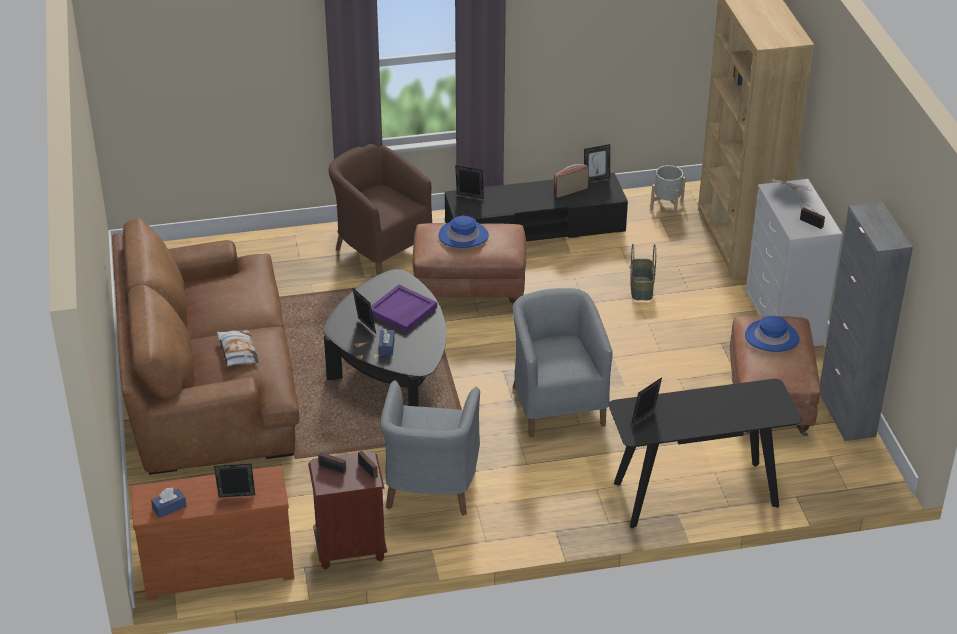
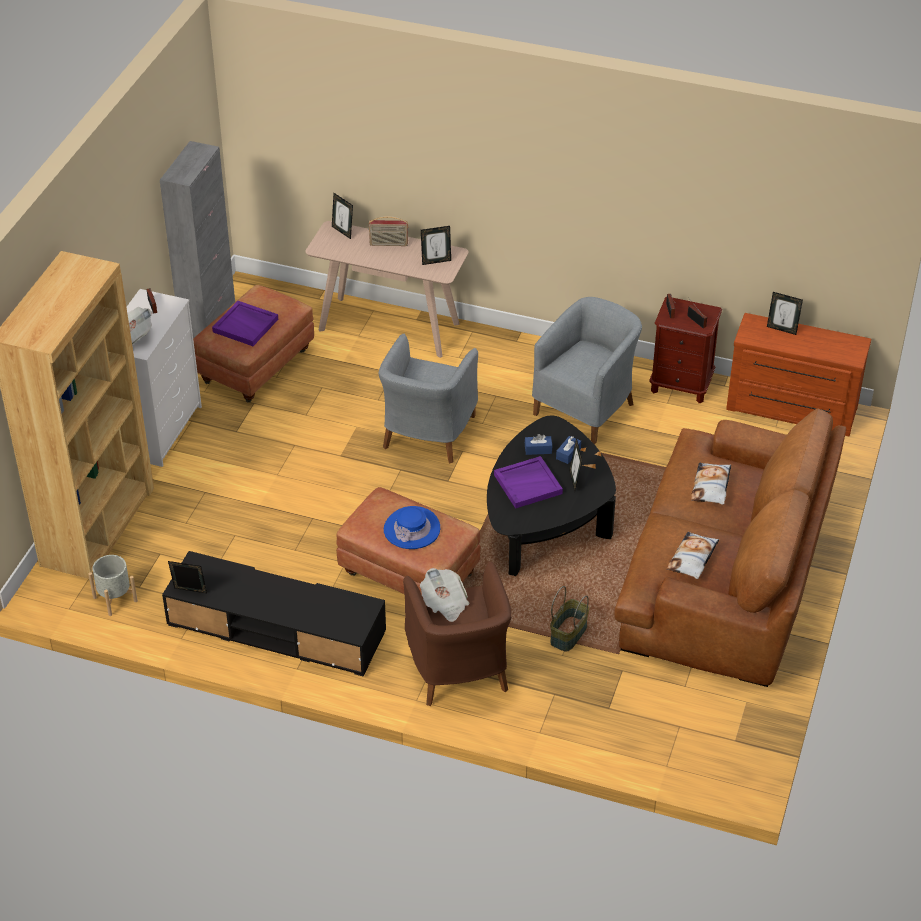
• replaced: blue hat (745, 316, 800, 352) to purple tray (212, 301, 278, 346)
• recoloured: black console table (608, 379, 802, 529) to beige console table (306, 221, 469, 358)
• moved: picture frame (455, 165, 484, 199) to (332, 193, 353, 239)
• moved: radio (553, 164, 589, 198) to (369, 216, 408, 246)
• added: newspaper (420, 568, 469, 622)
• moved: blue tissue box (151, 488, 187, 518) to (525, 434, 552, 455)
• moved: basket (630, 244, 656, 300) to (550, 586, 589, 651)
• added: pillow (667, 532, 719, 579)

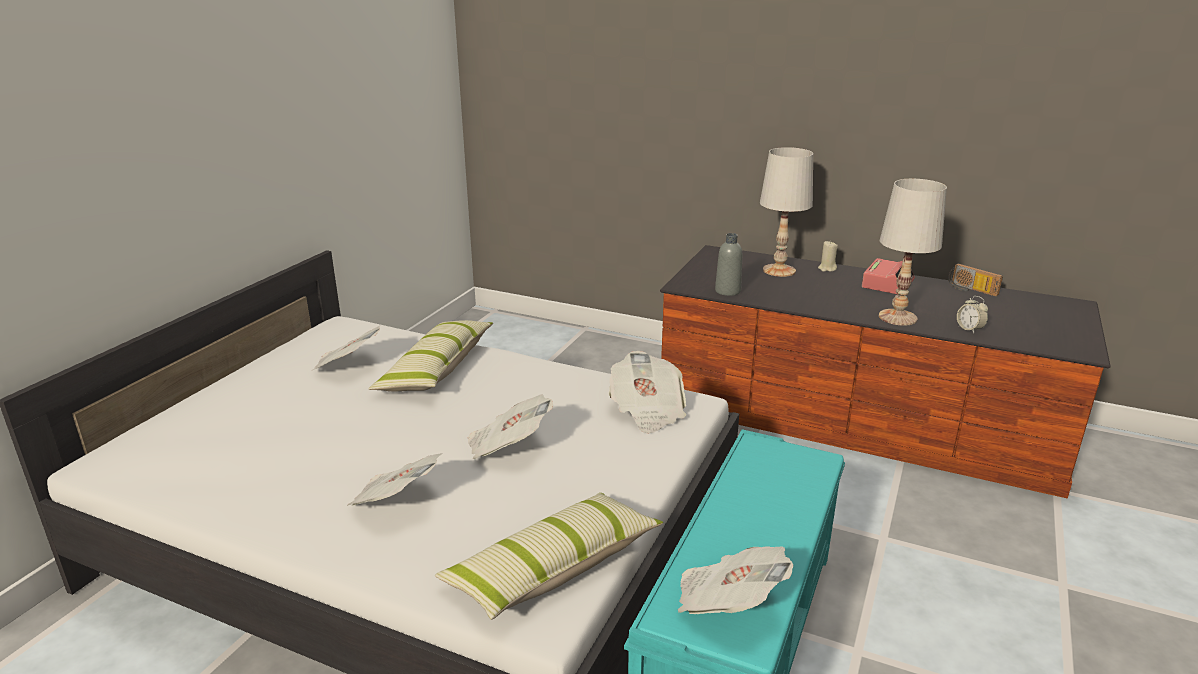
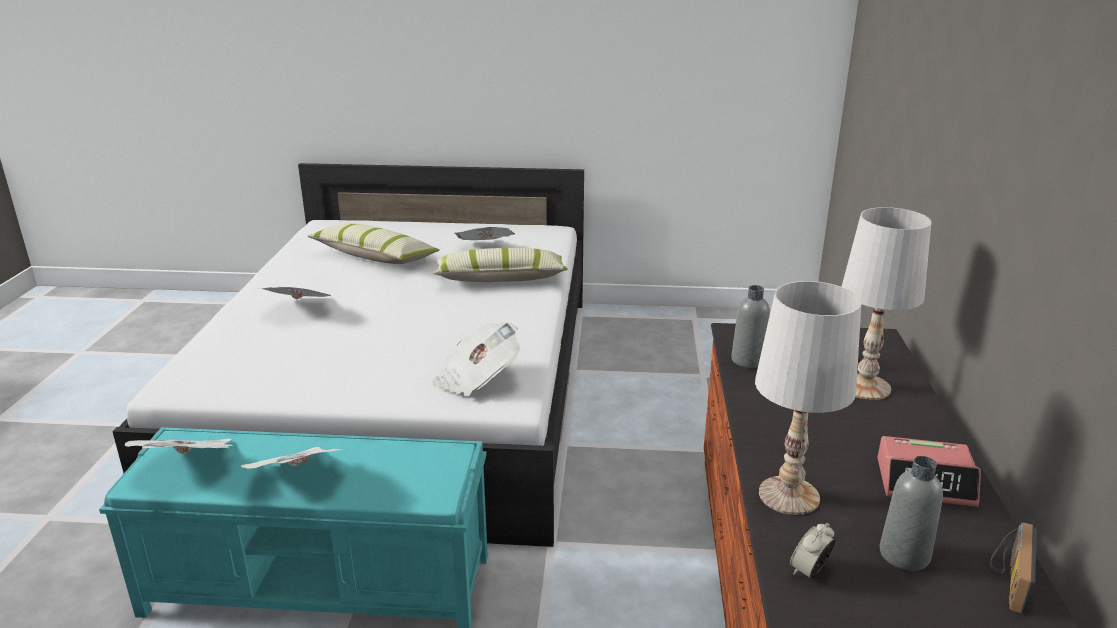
• moved: newspaper (468, 394, 553, 459) to (241, 447, 342, 469)
• moved: pillow (435, 493, 663, 620) to (307, 224, 440, 264)
• added: grey bottle (880, 456, 943, 571)
• removed: beige candle (818, 241, 838, 272)

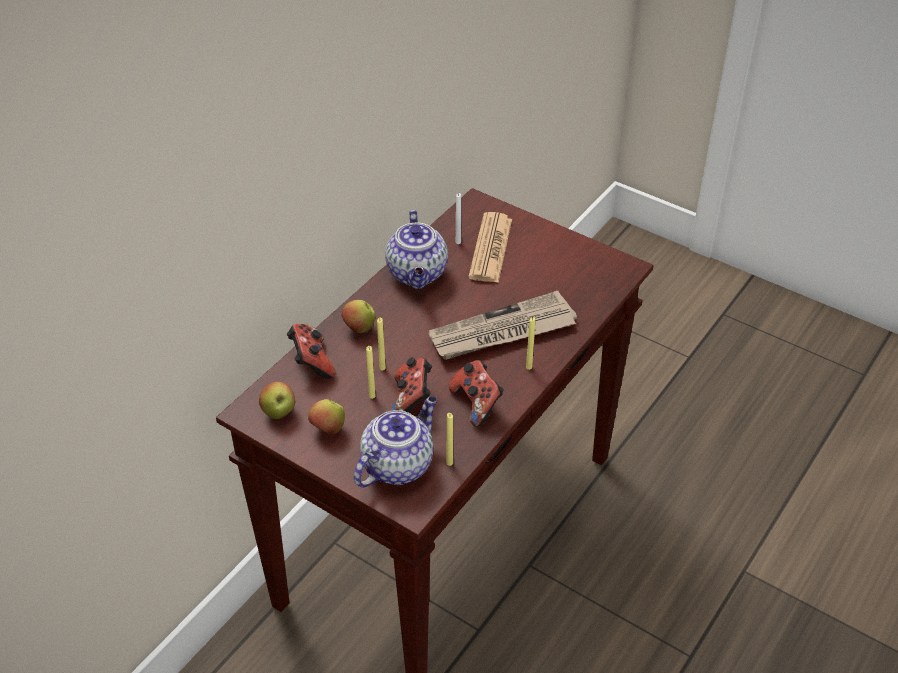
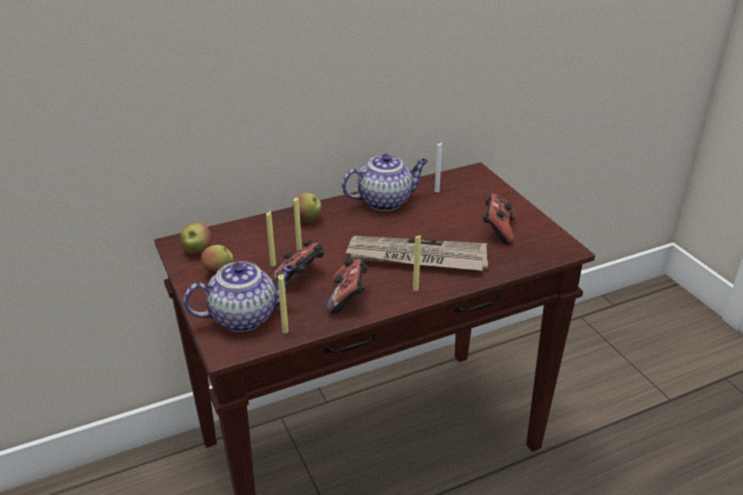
• turned: teapot (385, 210, 448, 289) = (342, 154, 428, 211) 135 degrees counterclockwise
• moved: game controller (287, 324, 335, 379) to (482, 194, 516, 245)
• removed: newspaper (468, 212, 512, 283)

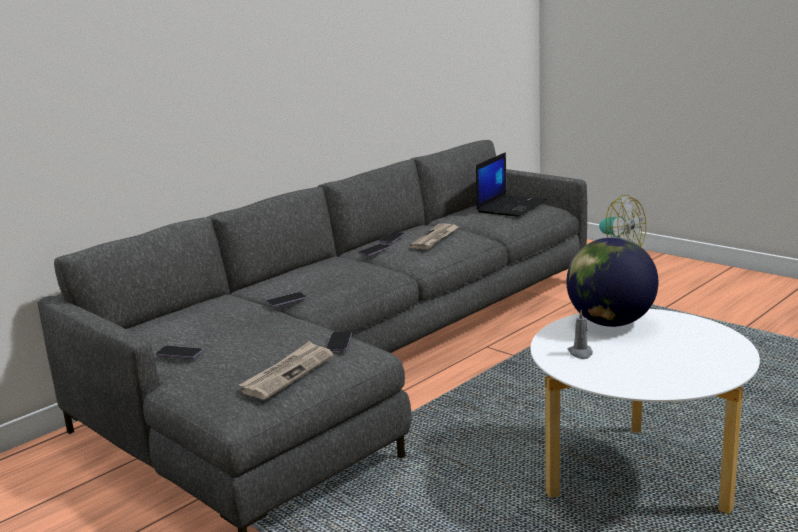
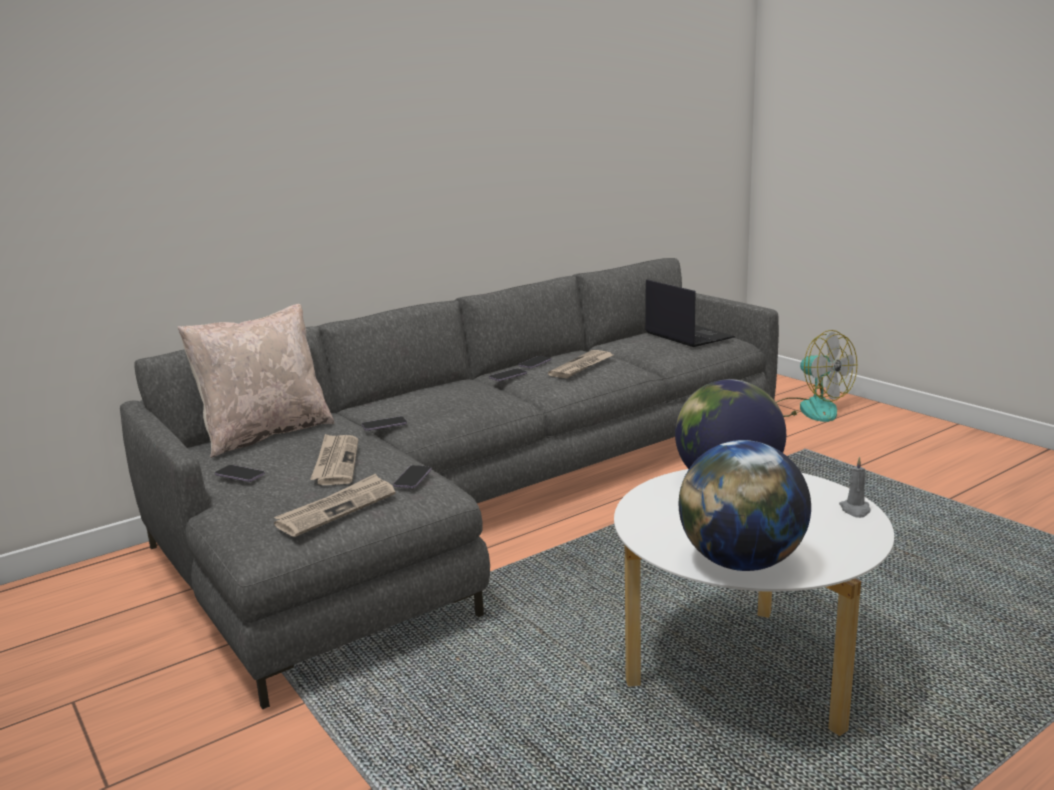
• added: beige pillow (178, 304, 335, 458)
• added: newspaper (310, 434, 358, 485)
• turned: laptop (476, 152, 547, 217) = (645, 279, 735, 347) 75 degrees counterclockwise
• added: globe (679, 440, 811, 571)
• moved: grey candle (568, 310, 593, 359) to (839, 457, 871, 518)

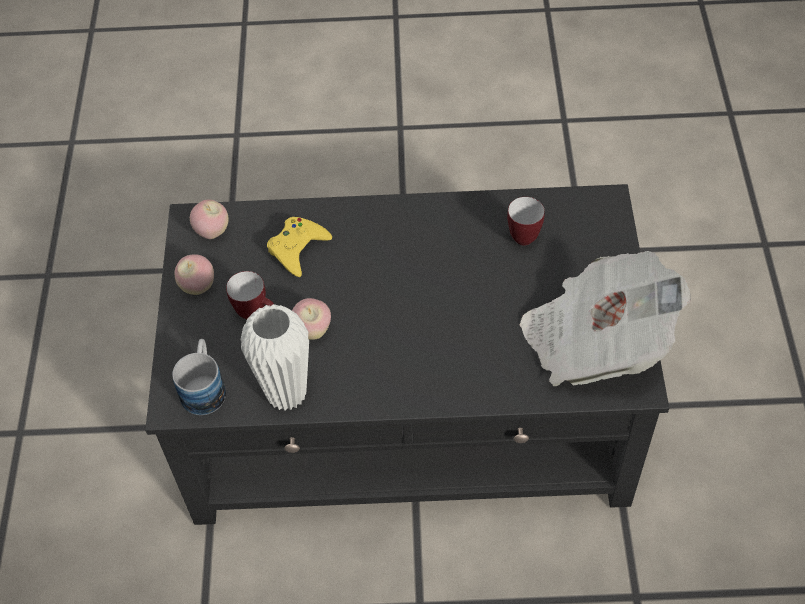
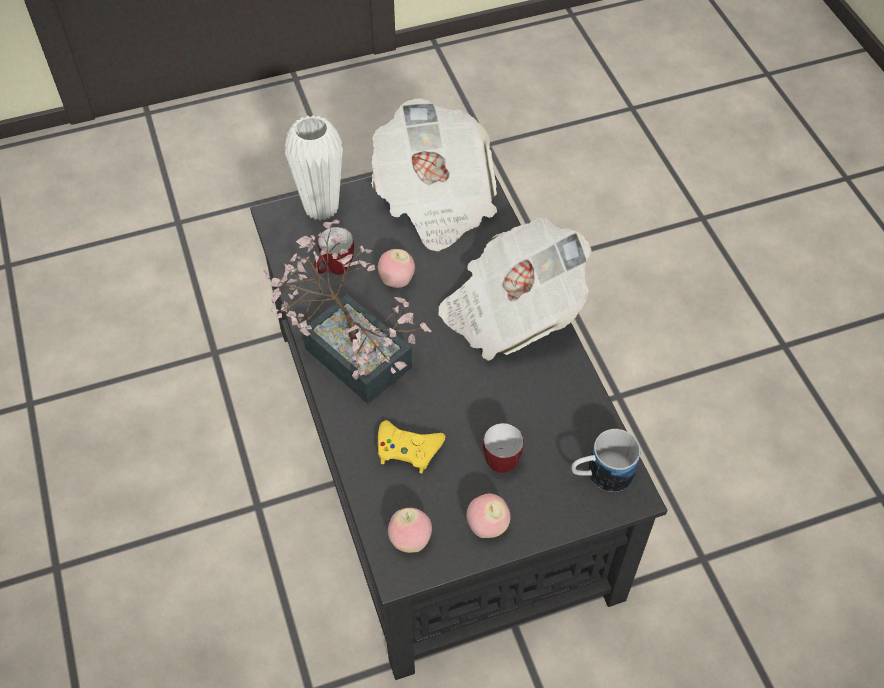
• added: potted plant (261, 220, 431, 404)
• moved: white vase (241, 304, 309, 411) to (284, 115, 343, 221)
• moved: apple (292, 298, 331, 340) to (378, 249, 415, 288)
• added: newspaper (439, 218, 592, 361)

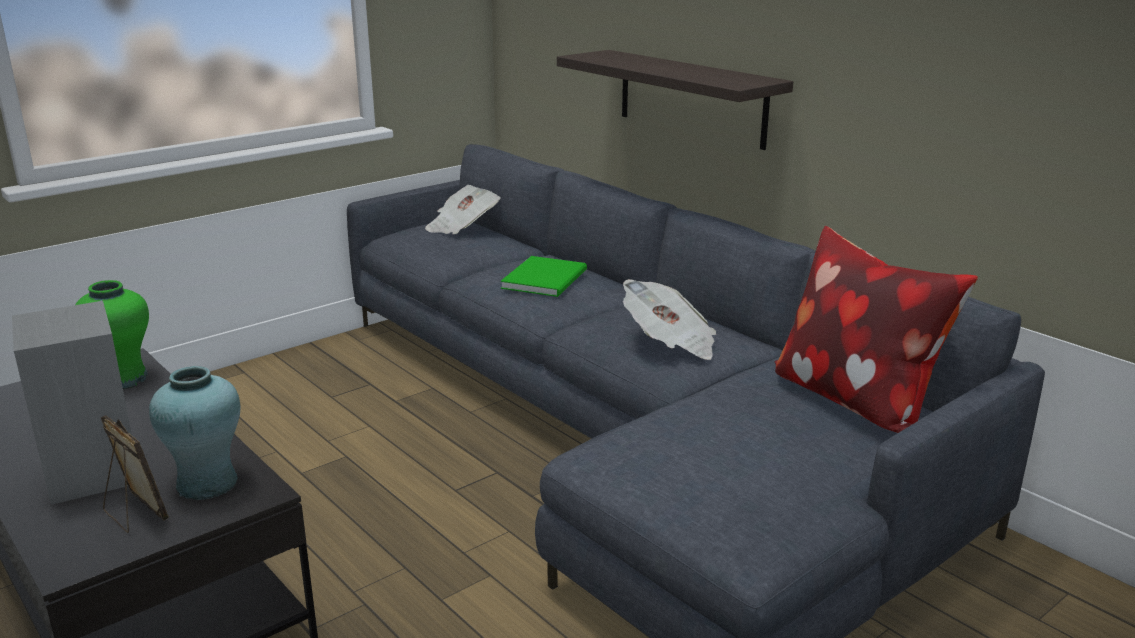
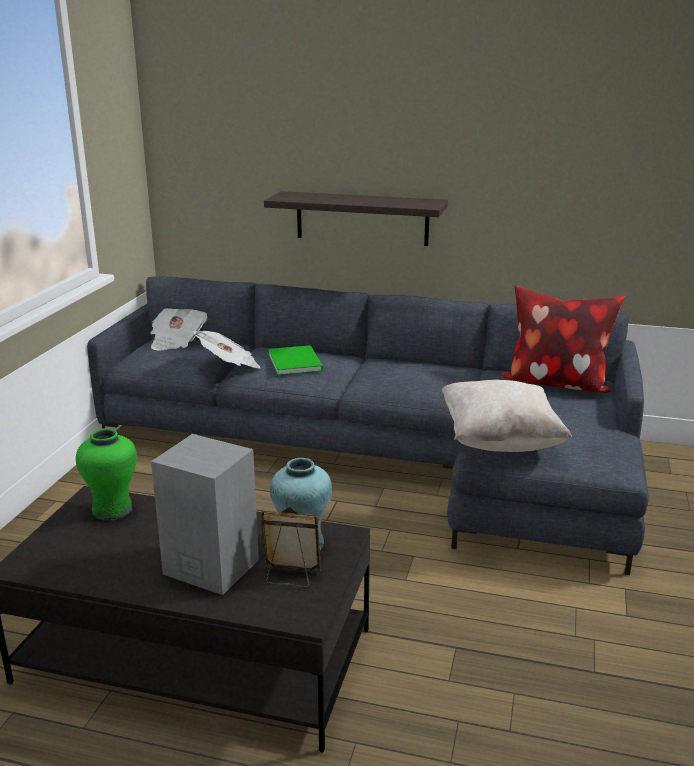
• moved: newspaper (623, 279, 716, 360) to (193, 331, 261, 368)
• added: beige pillow (442, 380, 572, 452)

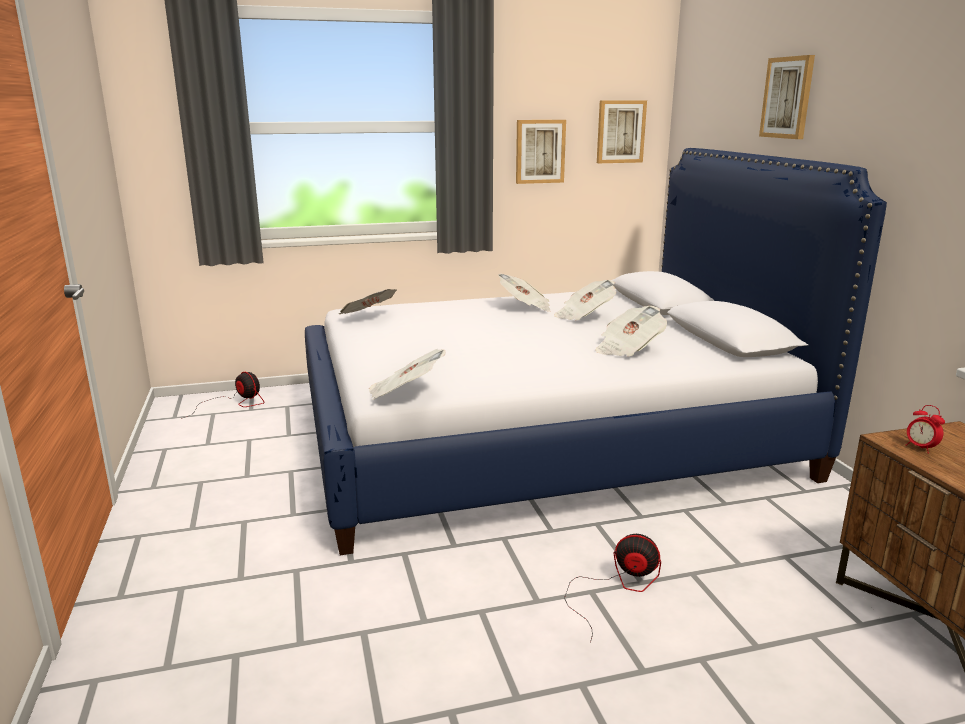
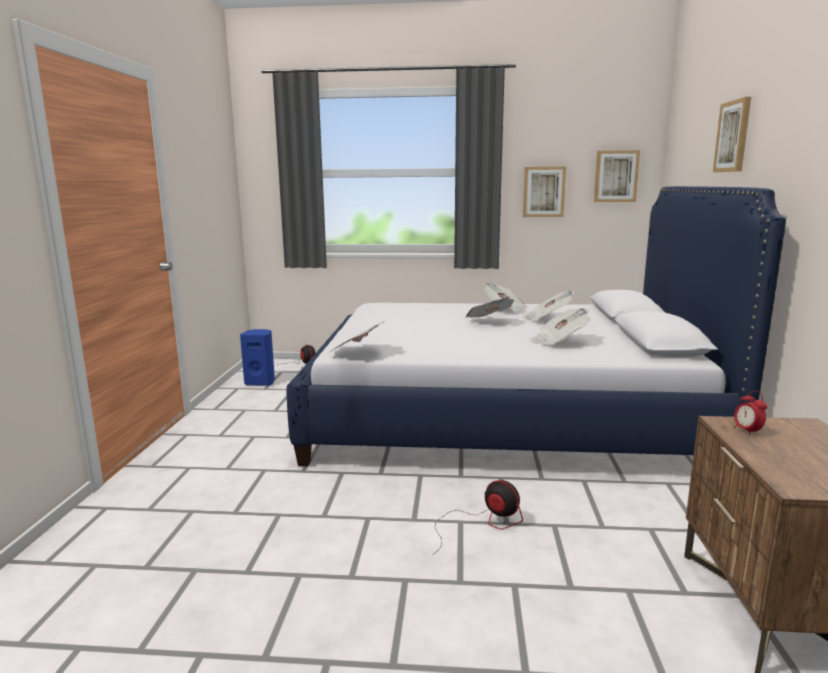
• added: blue speaker (240, 329, 275, 386)
• moved: newspaper (339, 289, 397, 314) to (466, 298, 515, 318)

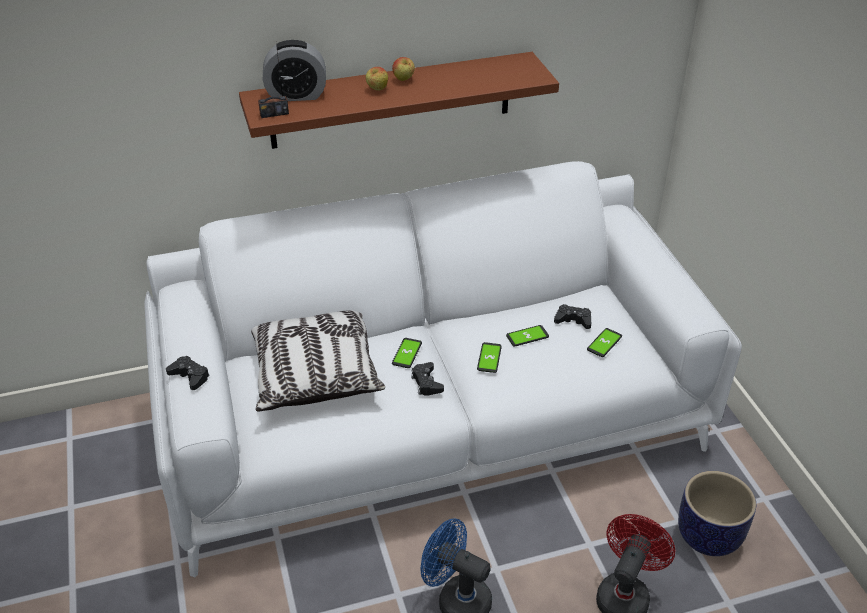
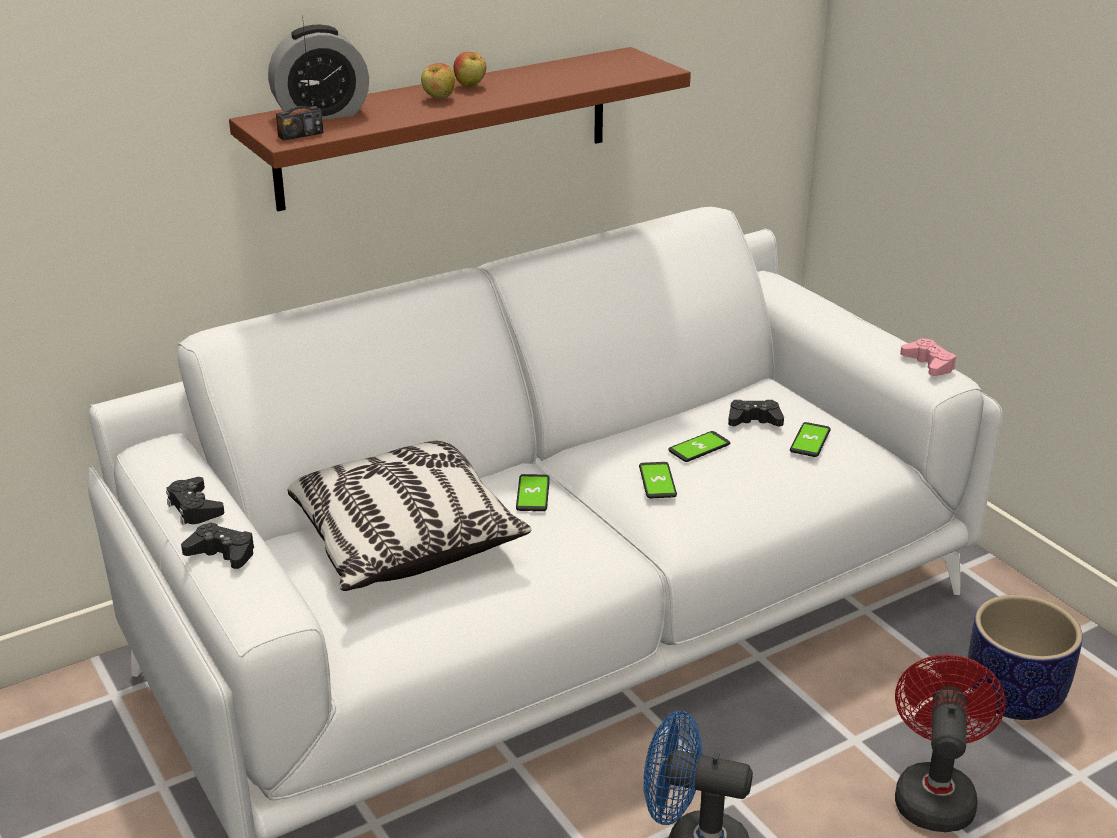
• moved: black game controller (411, 362, 444, 396) to (166, 477, 224, 525)
• added: pink game controller (900, 338, 956, 376)

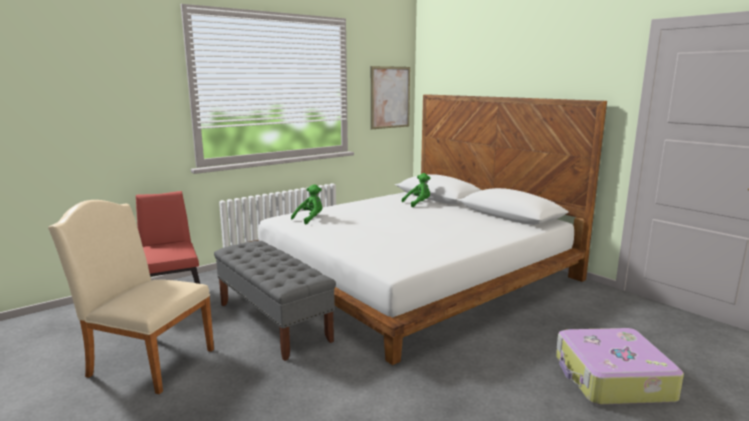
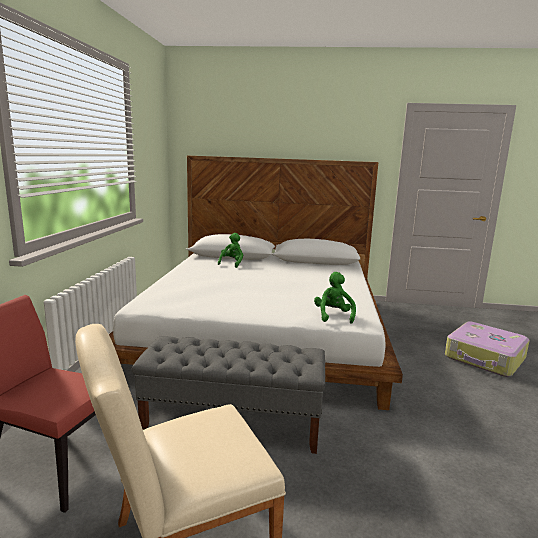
• moved: green plush toy (291, 184, 322, 224) to (314, 272, 356, 324)
• removed: picture (371, 66, 410, 129)

